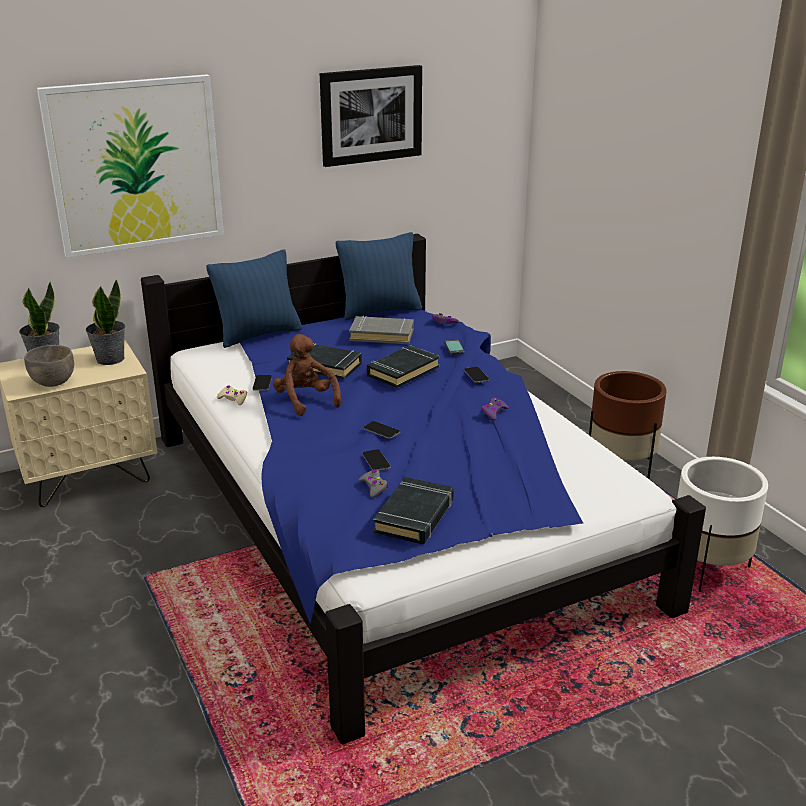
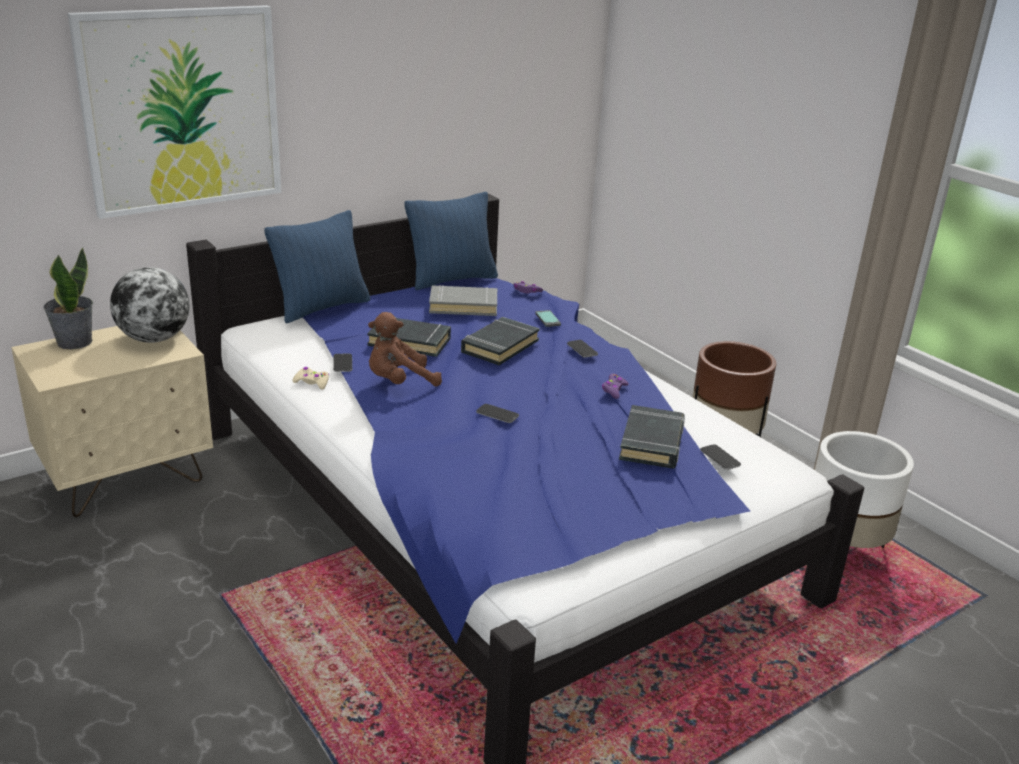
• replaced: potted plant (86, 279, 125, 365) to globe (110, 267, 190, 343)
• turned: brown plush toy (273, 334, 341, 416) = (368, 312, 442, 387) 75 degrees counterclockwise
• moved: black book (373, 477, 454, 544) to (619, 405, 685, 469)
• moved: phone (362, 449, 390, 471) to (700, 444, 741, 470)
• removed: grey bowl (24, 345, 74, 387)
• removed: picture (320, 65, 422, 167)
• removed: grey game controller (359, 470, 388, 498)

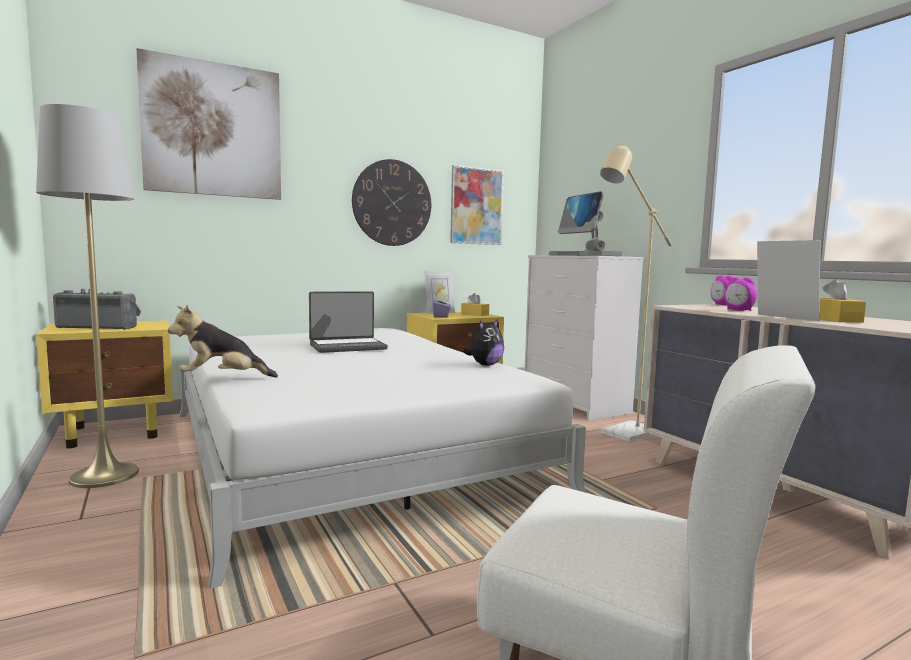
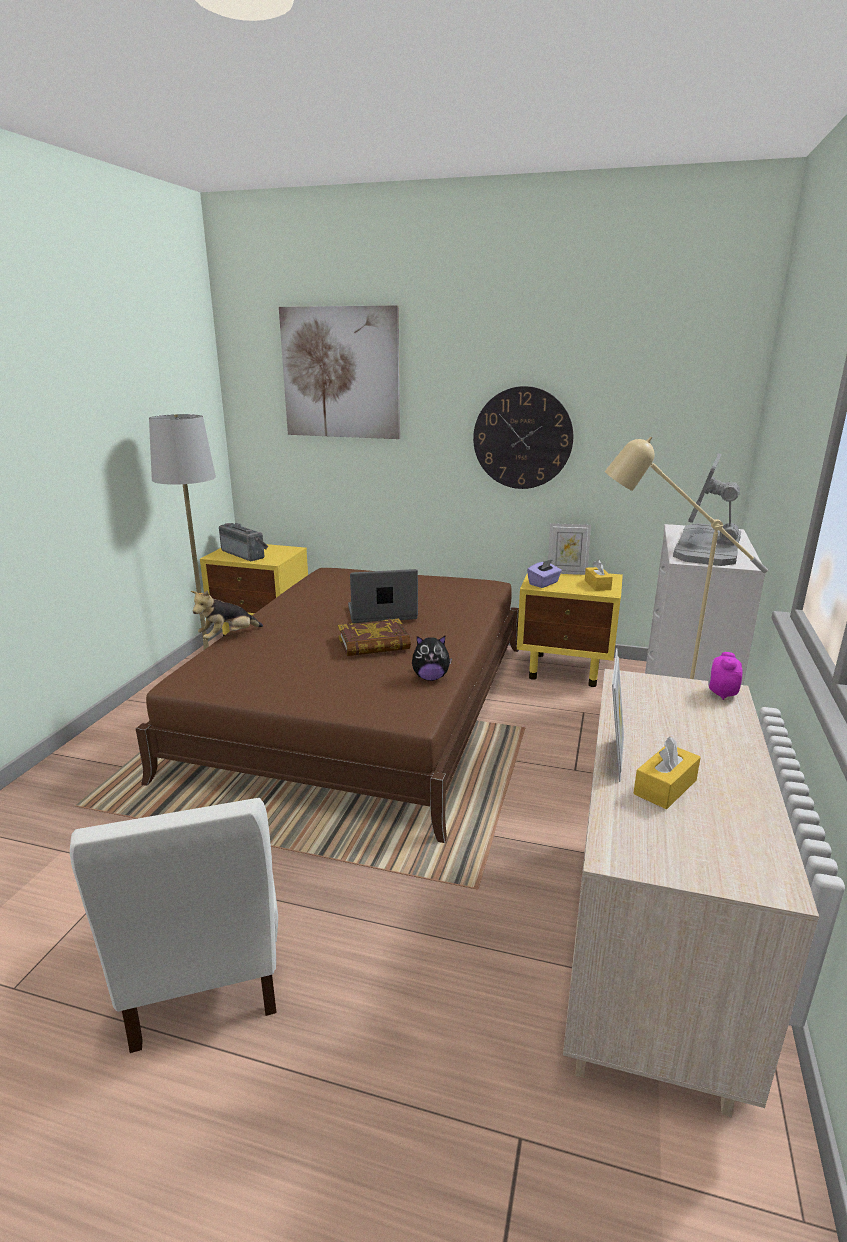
• recoloured: white bed (179, 328, 586, 589) to brown bed (136, 568, 519, 843)
• turned: plush toy (168, 305, 278, 378) = (191, 590, 263, 640) 75 degrees counterclockwise
• added: book (338, 618, 411, 656)
• turned: laptop (309, 291, 388, 353) = (348, 569, 418, 623) 150 degrees clockwise
• removed: picture (450, 165, 504, 245)
• removed: alarm clock (724, 277, 757, 311)

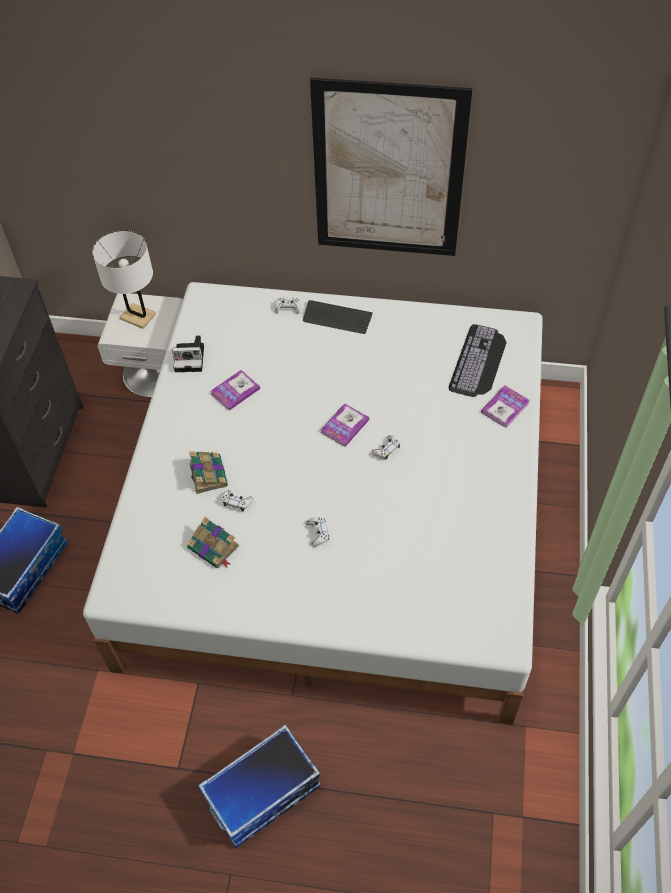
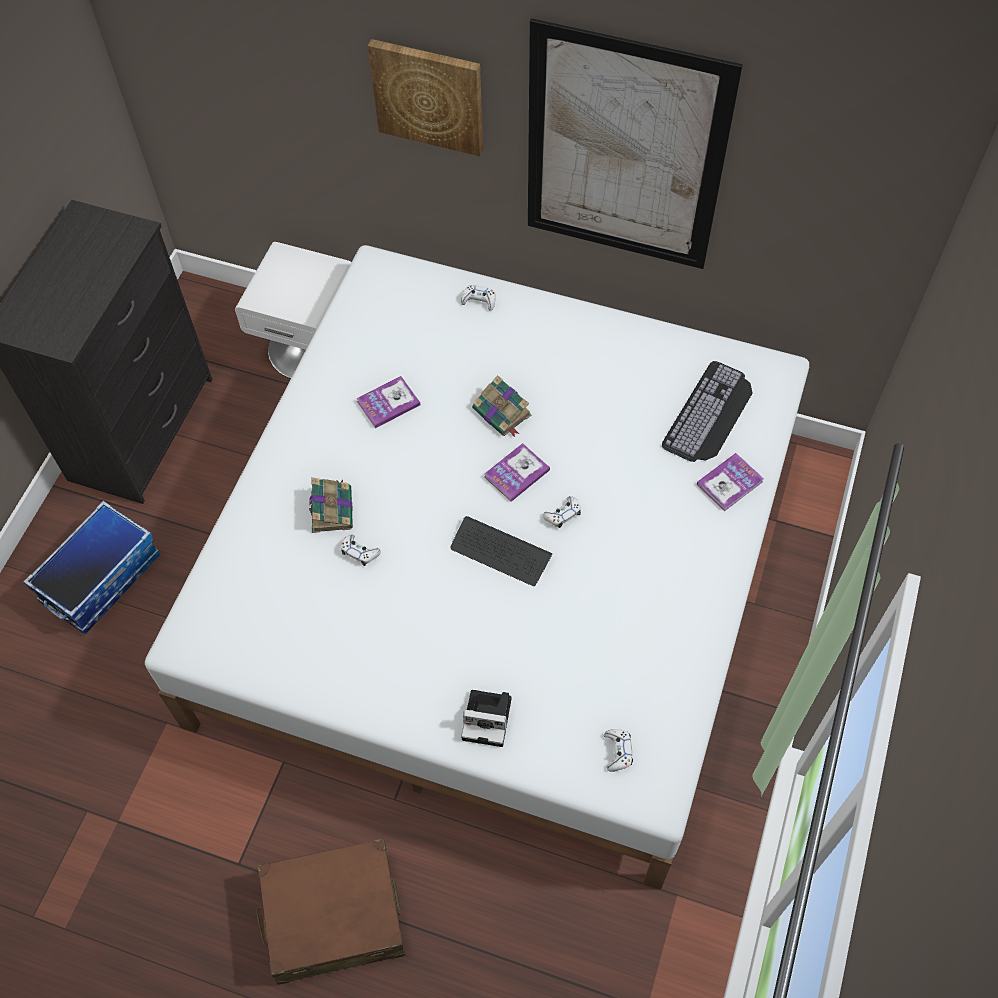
• replaced: storage box (198, 724, 321, 848) to brown suitcase (256, 838, 406, 985)
• added: picture (368, 39, 483, 156)
• moved: keyboard (303, 300, 373, 334) to (450, 516, 552, 586)
• moved: photo camera (172, 335, 204, 372) to (461, 690, 511, 747)
• moved: book (187, 517, 239, 568) to (472, 375, 531, 437)
• moved: white game controller (306, 517, 329, 547) to (604, 729, 633, 772)
• removed: white table lamp (92, 230, 156, 329)

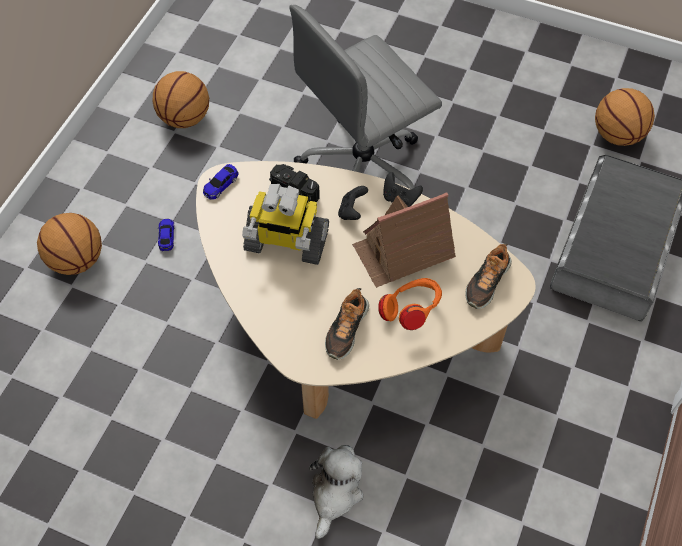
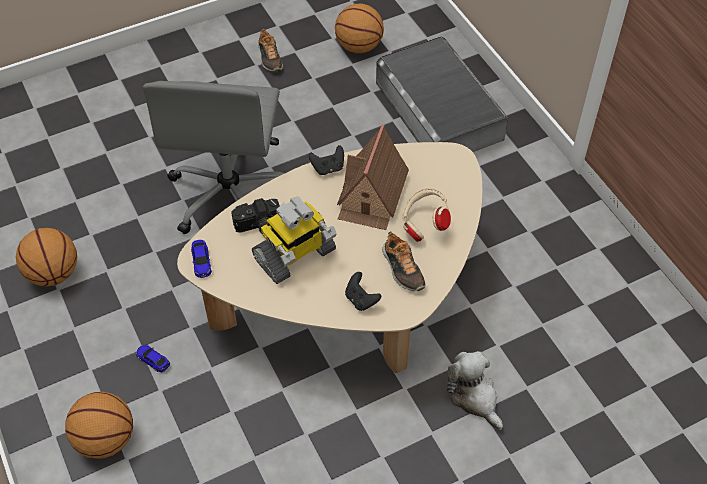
• moved: shoe (465, 243, 512, 309) to (258, 29, 283, 72)
• moved: black game controller (338, 186, 368, 220) to (345, 272, 381, 311)
• recoloured: orange headphones (378, 278, 442, 330) to beige headphones (402, 188, 451, 242)

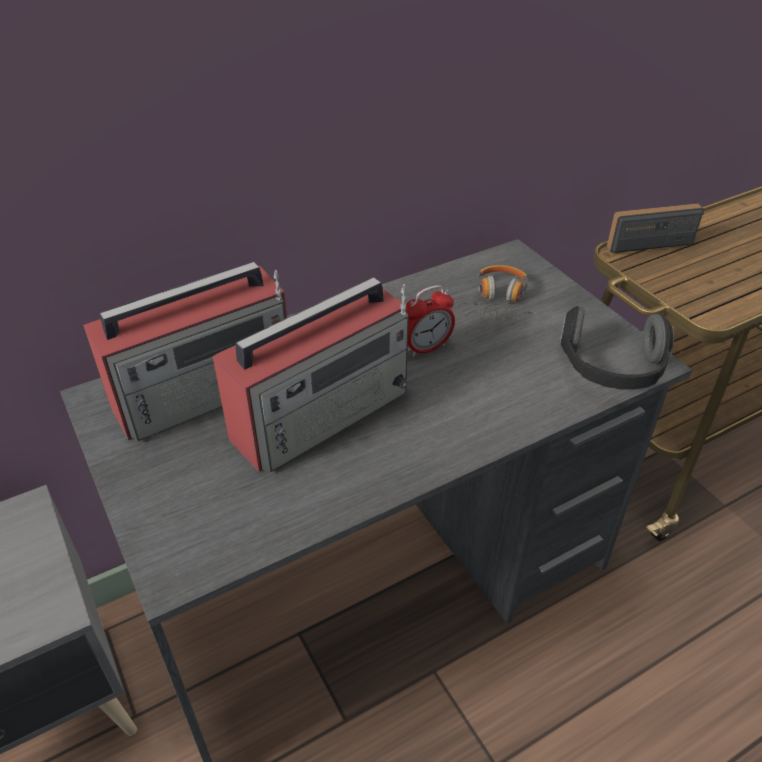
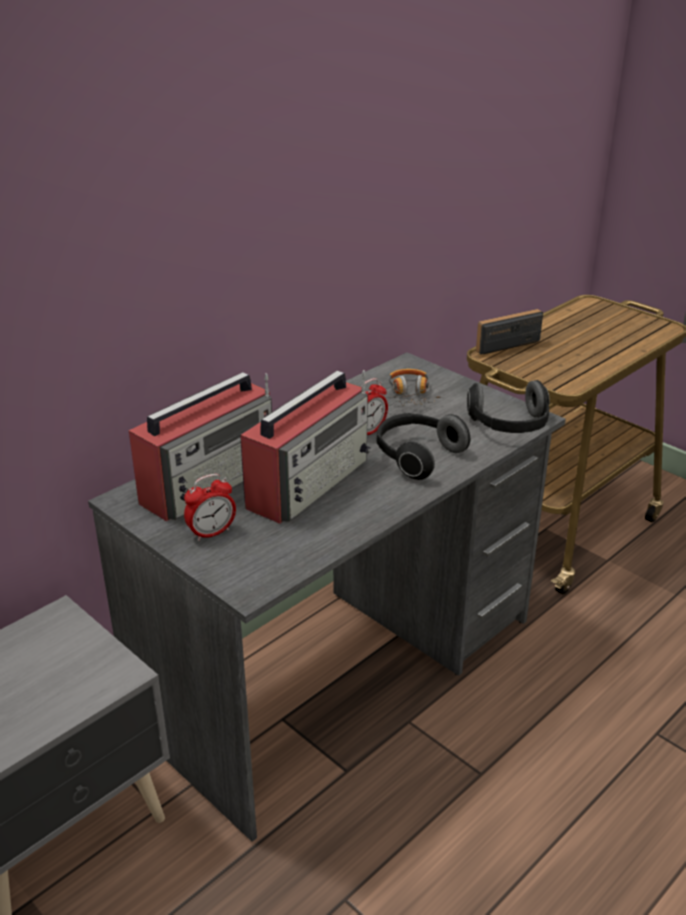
• added: alarm clock (184, 474, 236, 541)
• added: headphones (377, 413, 470, 480)

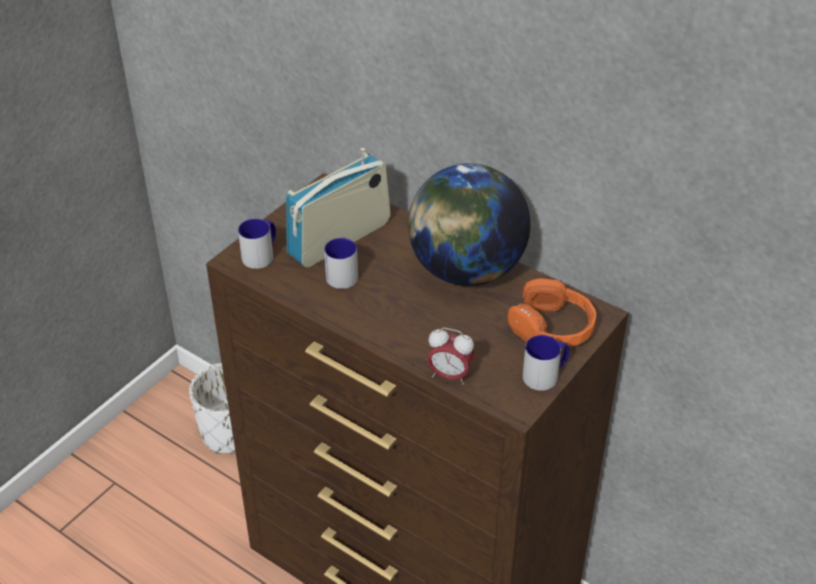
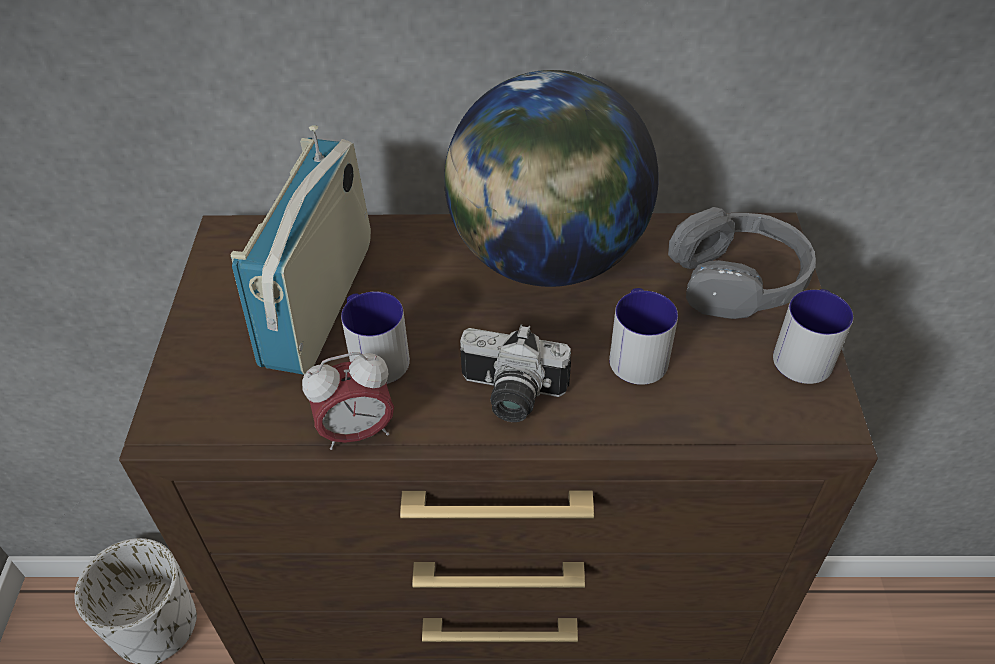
• moved: alarm clock (427, 328, 475, 385) to (302, 352, 394, 450)
• added: photo camera (460, 325, 571, 422)
• moved: mug (238, 219, 276, 269) to (609, 288, 678, 385)
• recoloured: orange headphones (507, 278, 596, 346) to grey headphones (668, 207, 816, 319)

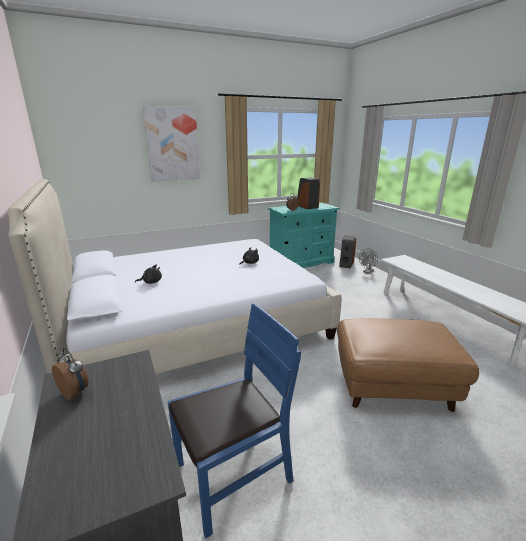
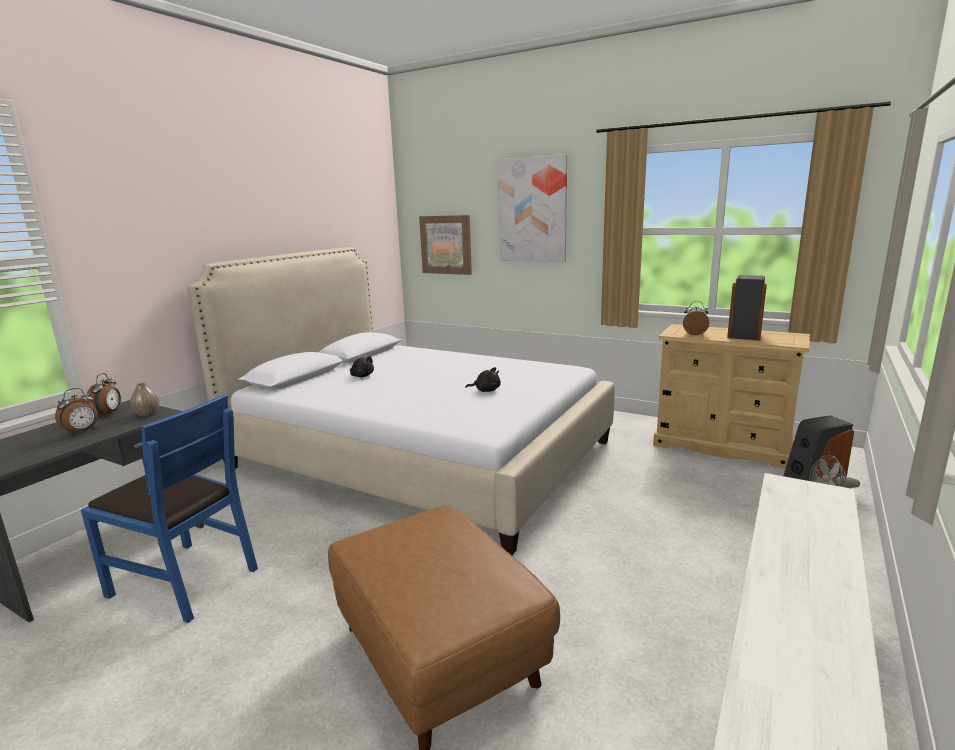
• added: alarm clock (55, 388, 98, 435)
• added: vase (131, 383, 159, 417)
• added: picture (419, 215, 472, 275)
• recoloured: turquoise dresser (268, 203, 340, 268) to beige dresser (653, 324, 810, 469)

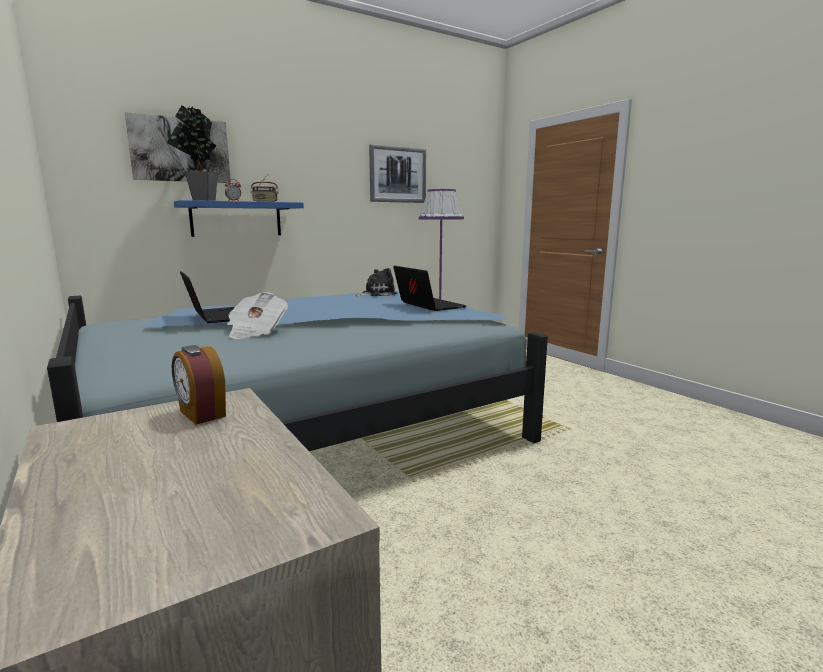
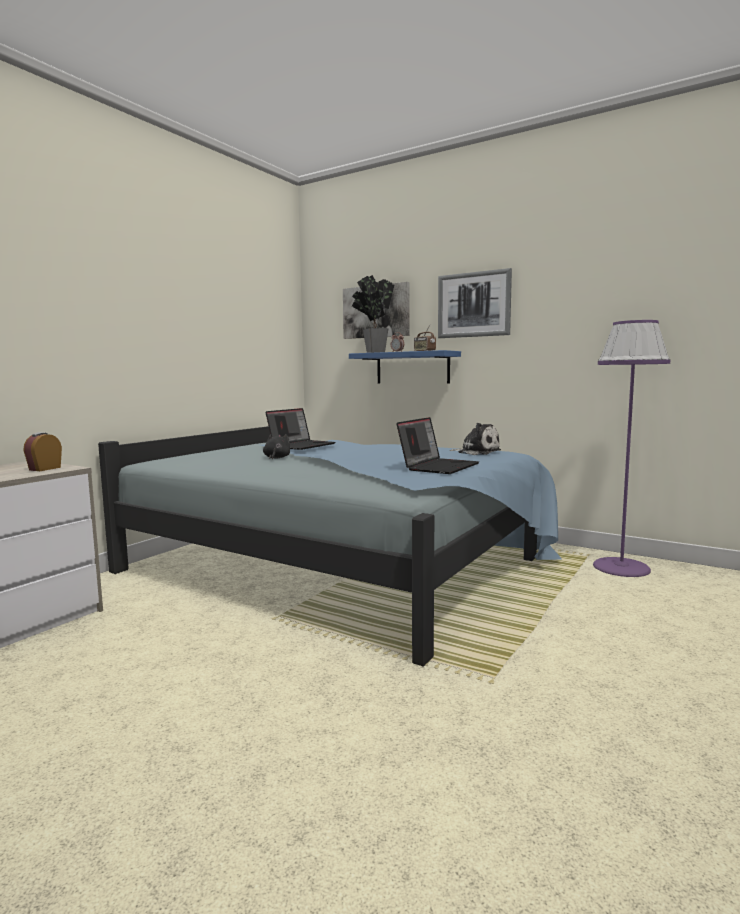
• replaced: newspaper (227, 292, 288, 339) to black plush toy (263, 434, 290, 459)
• moved: picture (369, 144, 426, 203) to (438, 268, 512, 338)

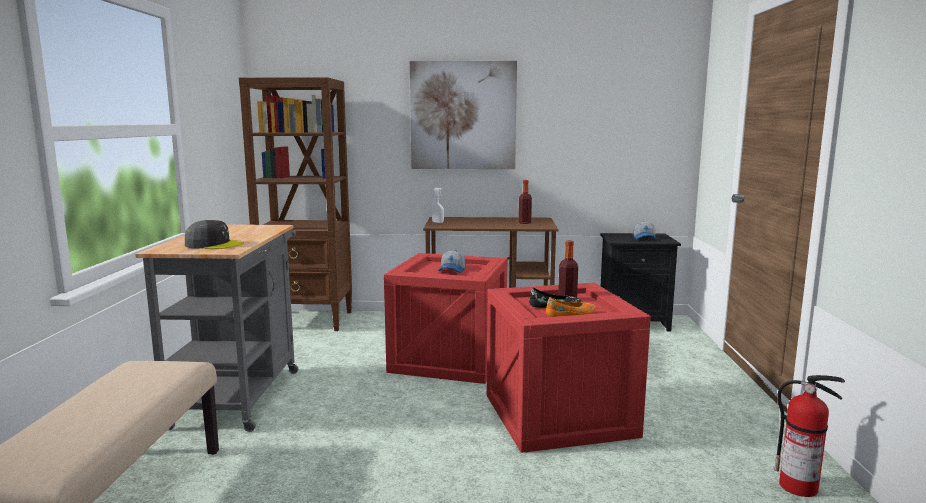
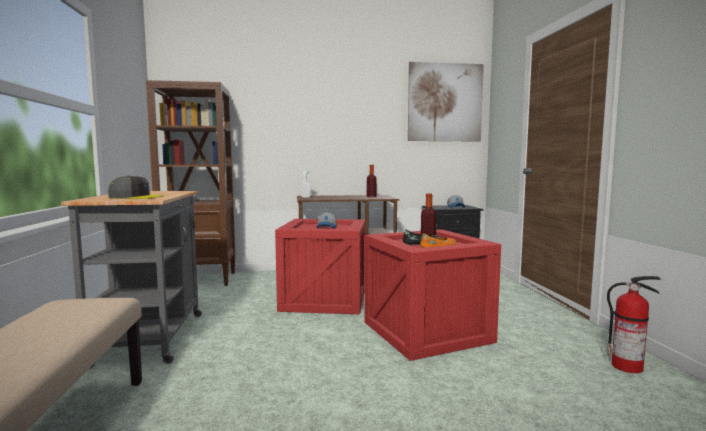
• moved: picture (410, 61, 517, 169) to (408, 62, 484, 142)

